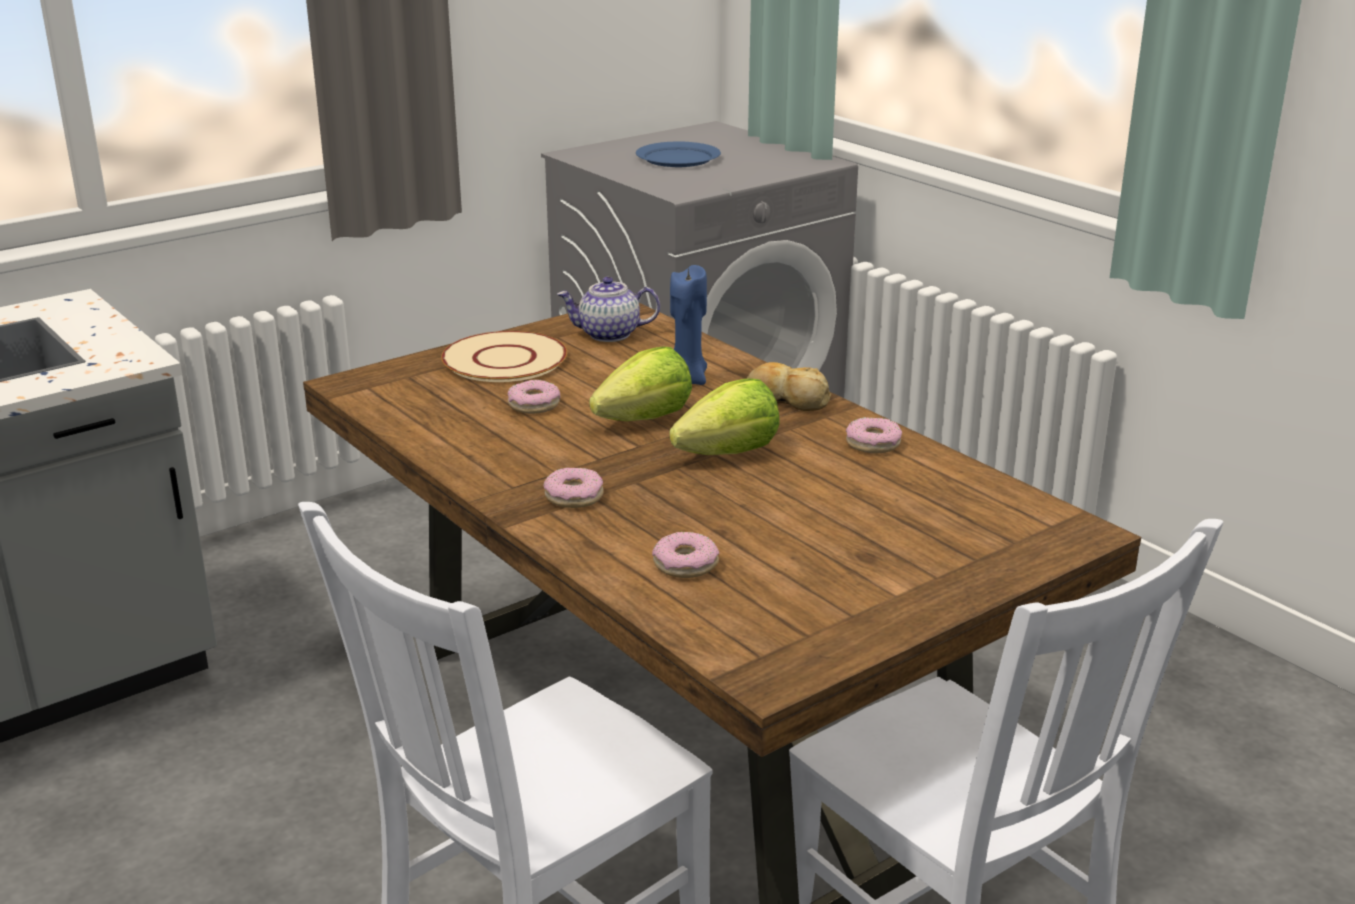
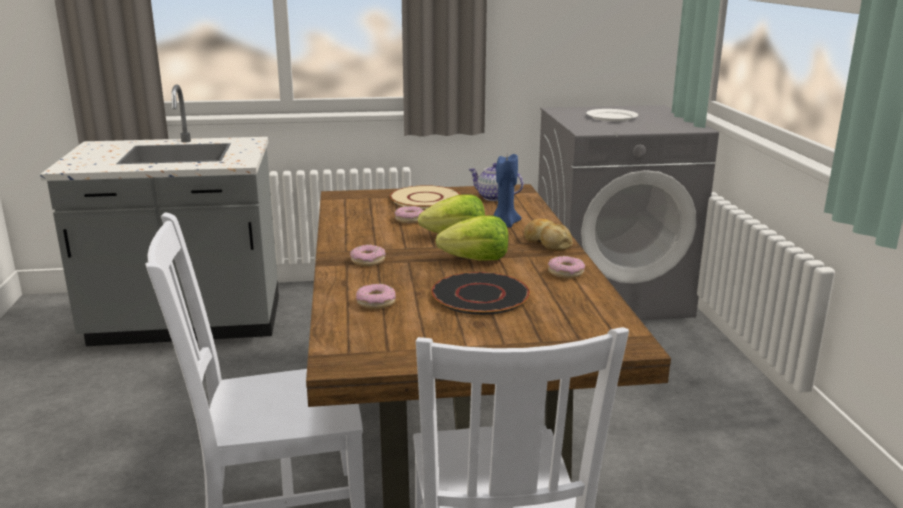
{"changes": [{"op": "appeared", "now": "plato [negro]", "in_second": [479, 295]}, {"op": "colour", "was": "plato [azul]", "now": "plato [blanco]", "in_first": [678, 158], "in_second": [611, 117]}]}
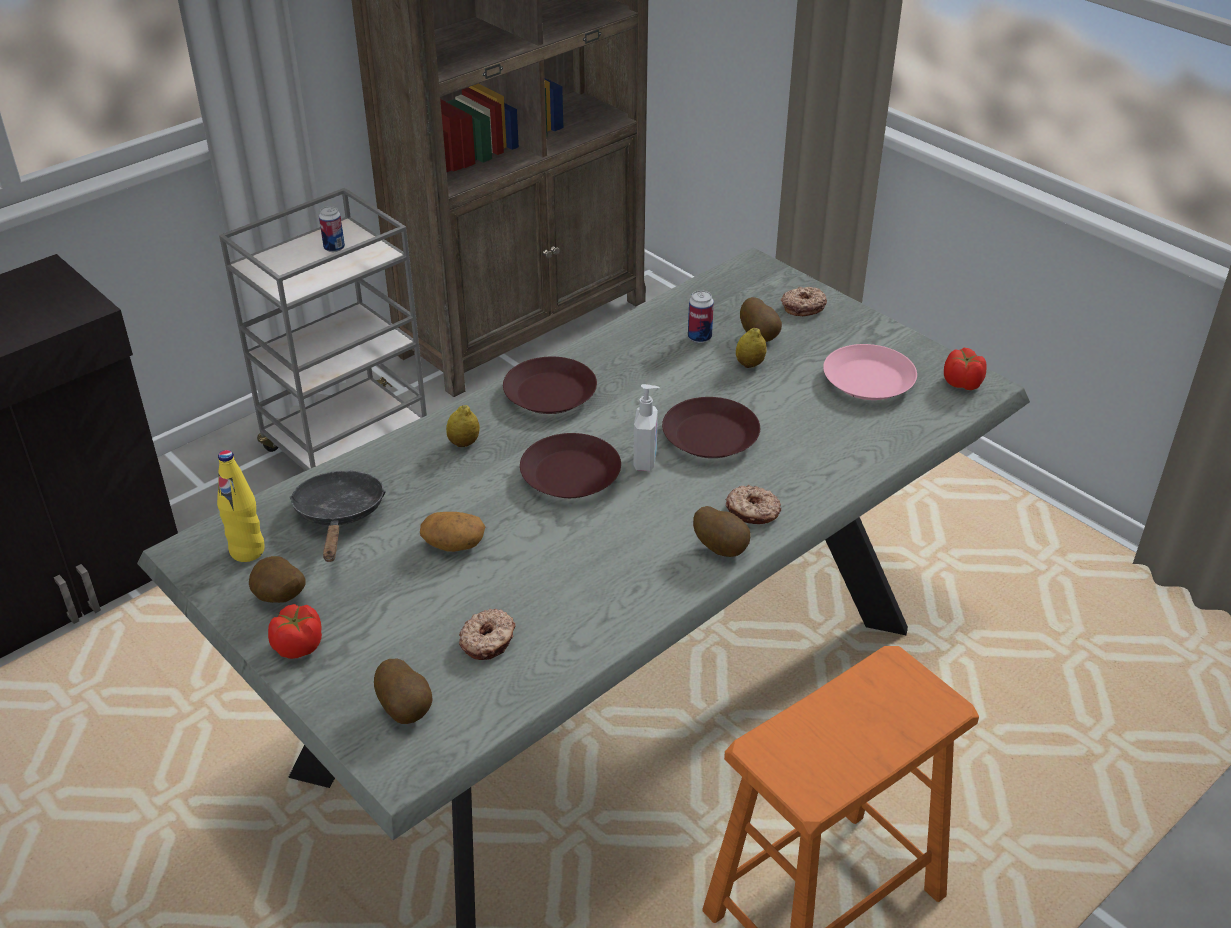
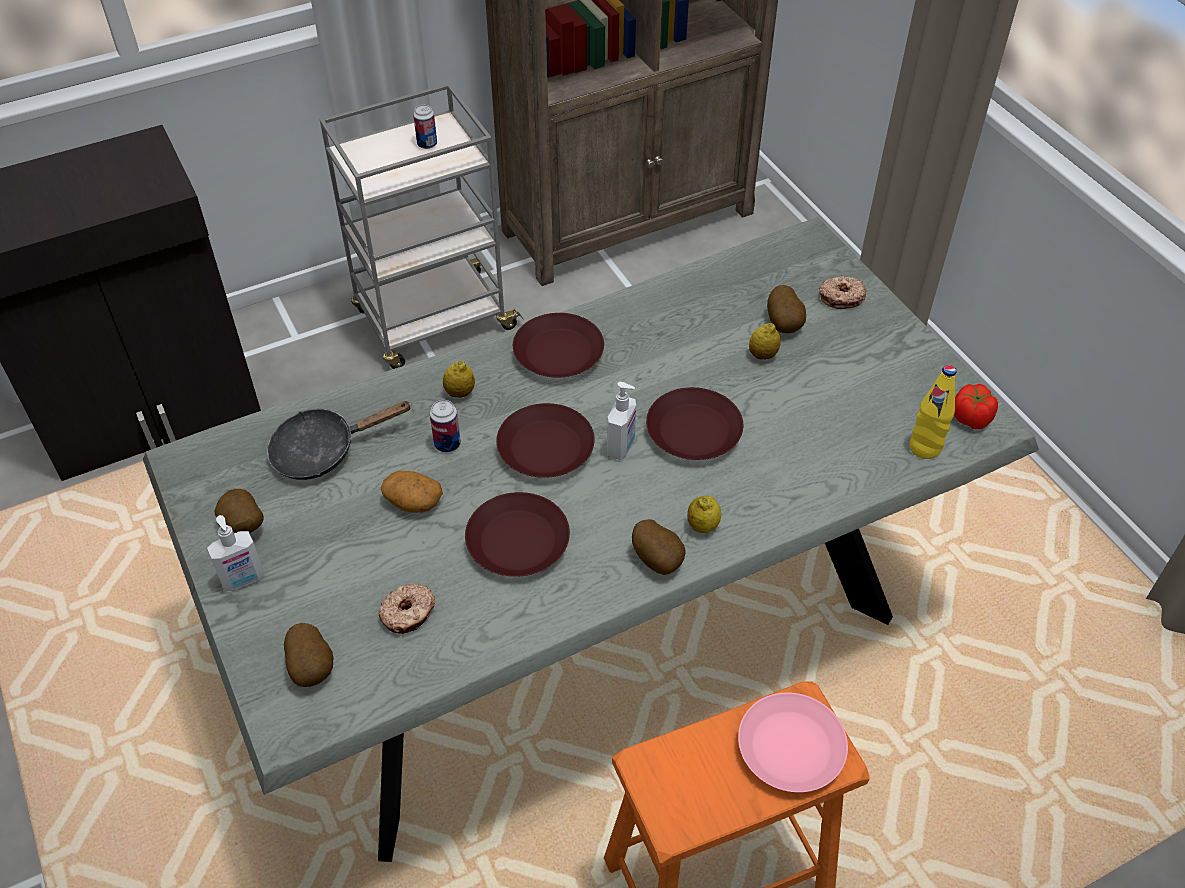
{"changes": [{"op": "appeared", "now": "plato [marrón]", "in_second": [519, 542]}, {"op": "relocated", "was": "botella [amarillo]", "in_first": [247, 551], "in_second": [924, 448]}, {"op": "relocated", "was": "lata", "in_first": [699, 337], "in_second": [447, 444]}, {"op": "relocated", "was": "plato [rosa]", "in_first": [867, 380], "in_second": [789, 747]}, {"op": "exchanged", "was": "tomate", "now": "dispensador de jabón", "in_first": [299, 645], "in_second": [243, 580]}, {"op": "exchanged", "was": "rosquilla", "now": "limón", "in_first": [752, 512], "in_second": [702, 526]}, {"op": "spun", "was": "sartén [negro]", "in_first": [339, 516], "in_second": [323, 450], "clockwise": -120}]}
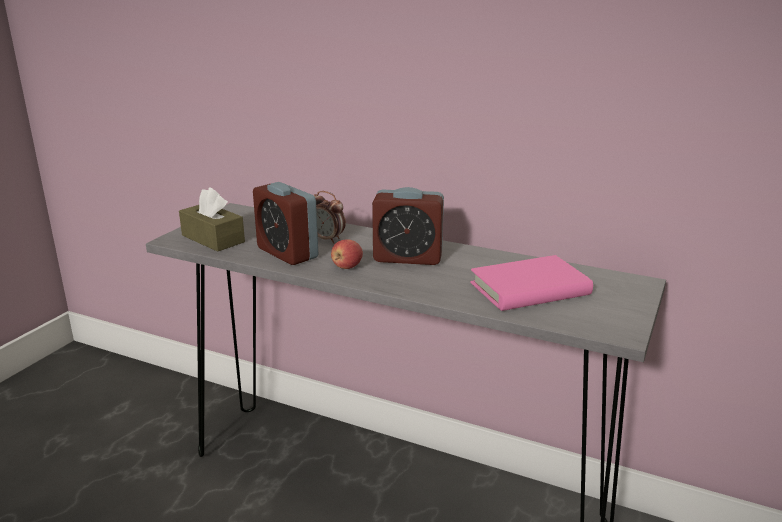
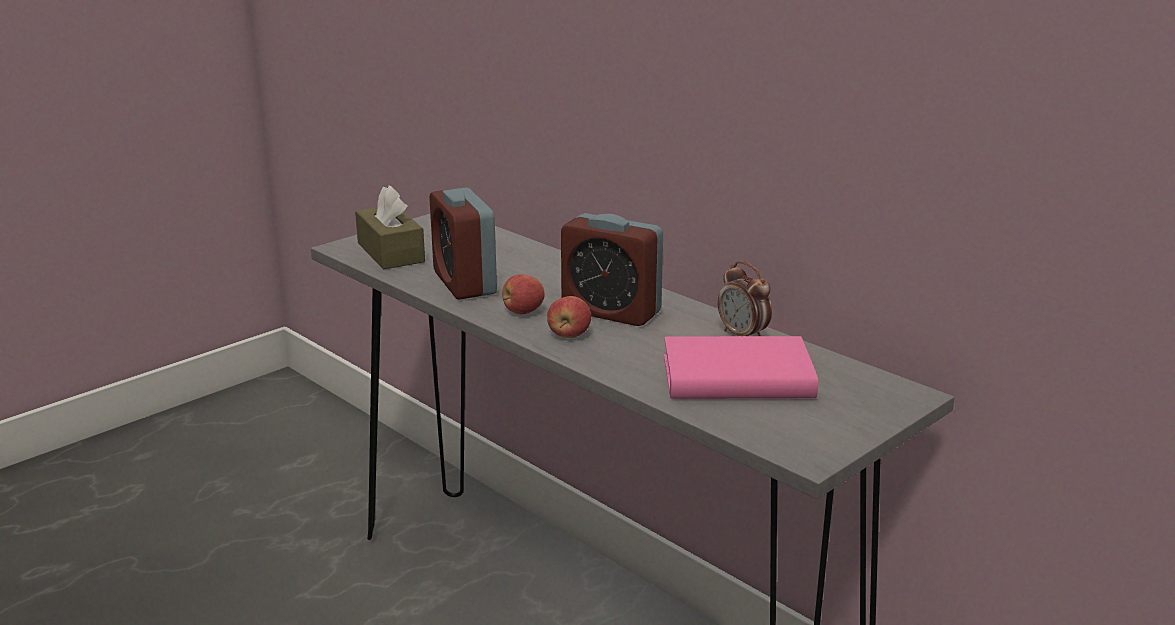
{"changes": [{"op": "appeared", "now": "manzana", "in_second": [569, 335]}, {"op": "relocated", "was": "despertador", "in_first": [328, 239], "in_second": [743, 336]}]}
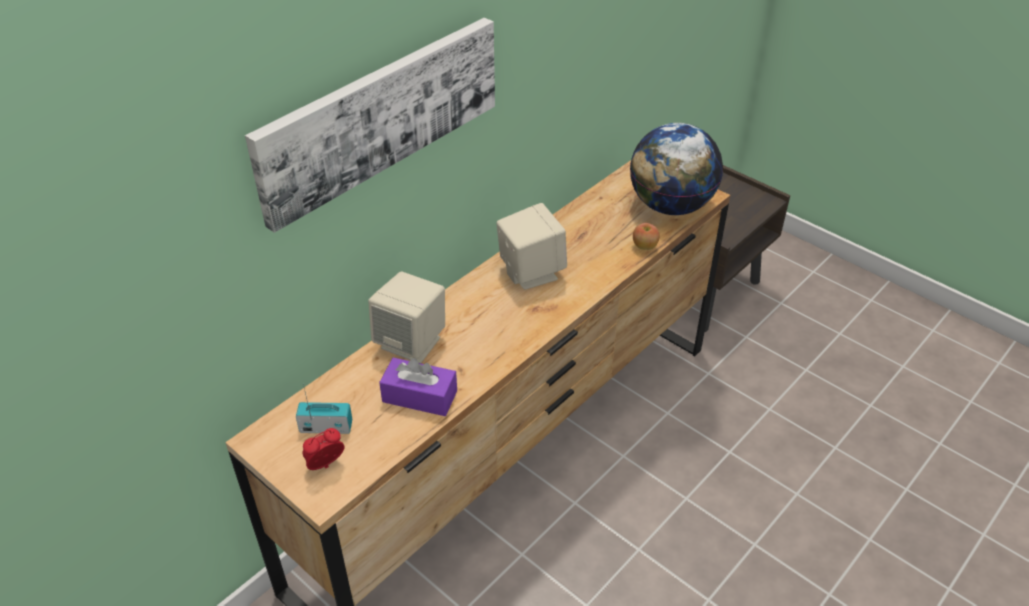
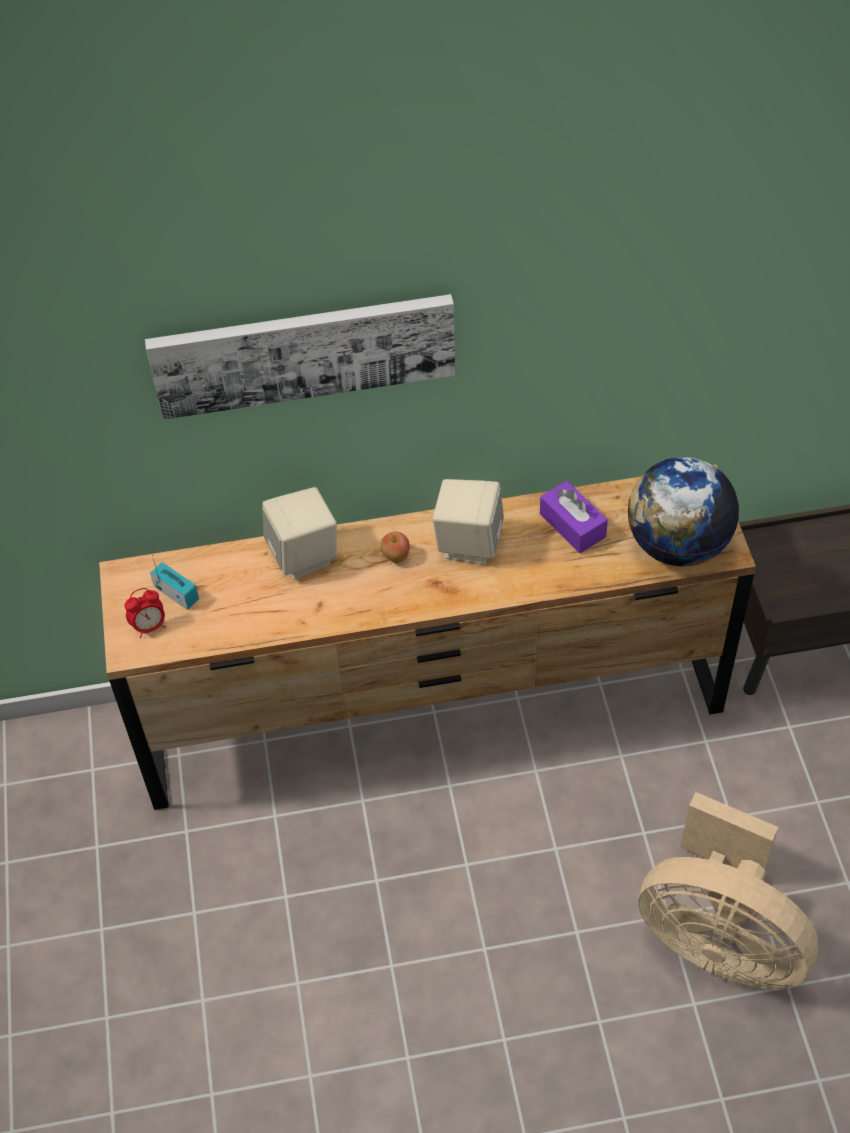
{"changes": [{"op": "appeared", "now": "ventilador [beis]", "in_second": [718, 938]}, {"op": "relocated", "was": "caja de pañuelos [morado]", "in_first": [419, 396], "in_second": [572, 525]}, {"op": "relocated", "was": "manzana", "in_first": [644, 247], "in_second": [395, 556]}, {"op": "spun", "was": "despertador", "in_first": [326, 466], "in_second": [149, 627], "clockwise": 150}]}
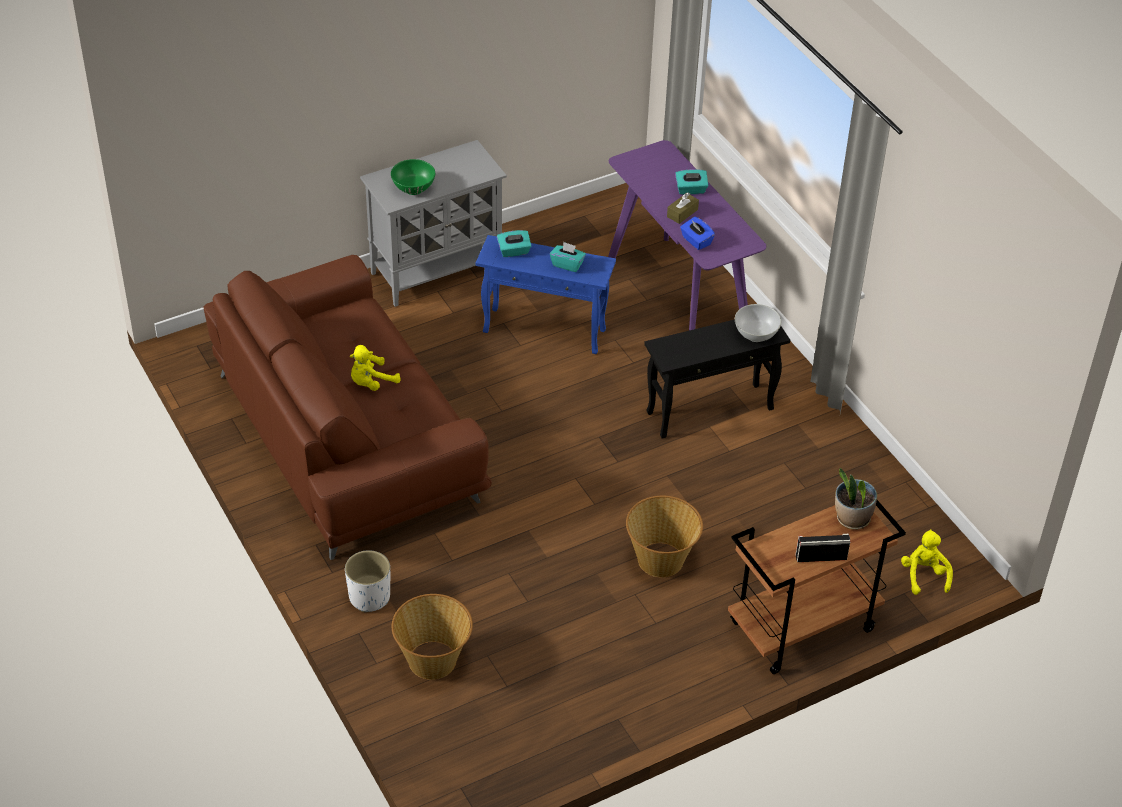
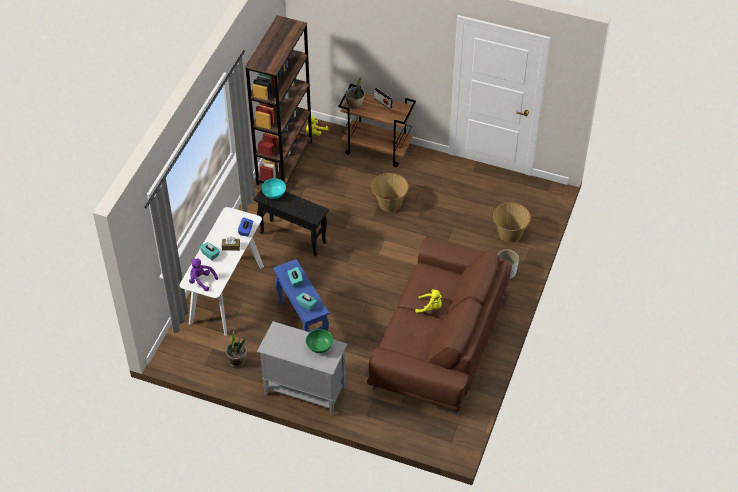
{"changes": [{"op": "appeared", "now": "peluche [morado]", "in_second": [201, 280]}, {"op": "appeared", "now": "planta en maceta", "in_second": [237, 360]}, {"op": "appeared", "now": "estantería [marrón]", "in_second": [284, 162]}, {"op": "colour", "was": "mesa consola [morado]", "now": "mesa consola [blanco]", "in_first": [678, 292], "in_second": [226, 294]}, {"op": "colour", "was": "cuenco [blanco]", "now": "cuenco [turquesa]", "in_first": [756, 335], "in_second": [274, 194]}]}
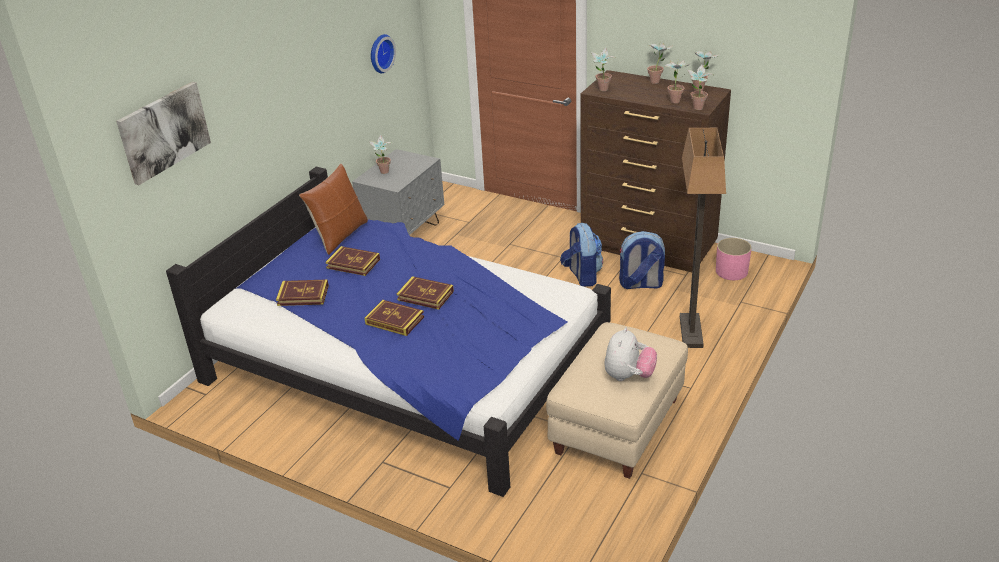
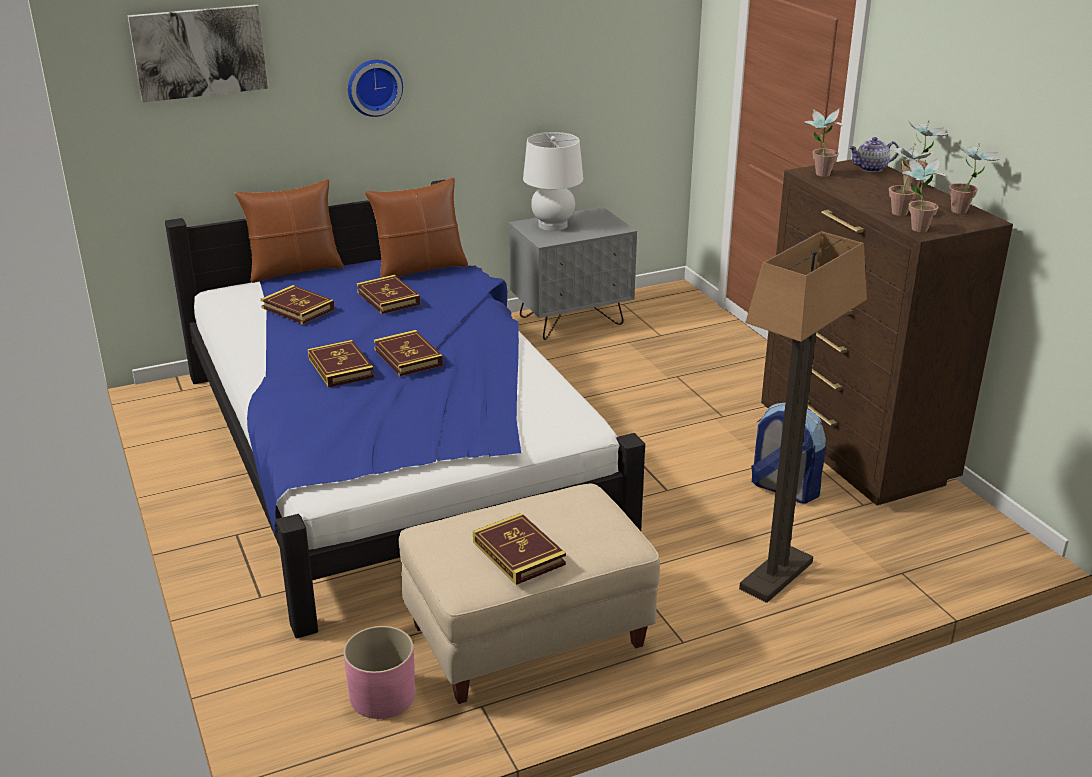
{"changes": [{"op": "missing", "was": "mochila", "in_first": [582, 276]}, {"op": "appeared", "now": "cojín [marrón]", "in_second": [295, 270]}, {"op": "appeared", "now": "tetera", "in_second": [871, 168]}, {"op": "relocated", "was": "reloj de pared", "in_first": [380, 53], "in_second": [373, 87]}, {"op": "relocated", "was": "maceta [rosa]", "in_first": [732, 271], "in_second": [383, 696]}, {"op": "exchanged", "was": "planta en maceta", "now": "lámpara de mesa [blanco]", "in_first": [384, 173], "in_second": [553, 225]}, {"op": "exchanged", "was": "peluche", "now": "libro", "in_first": [628, 376], "in_second": [518, 553]}]}
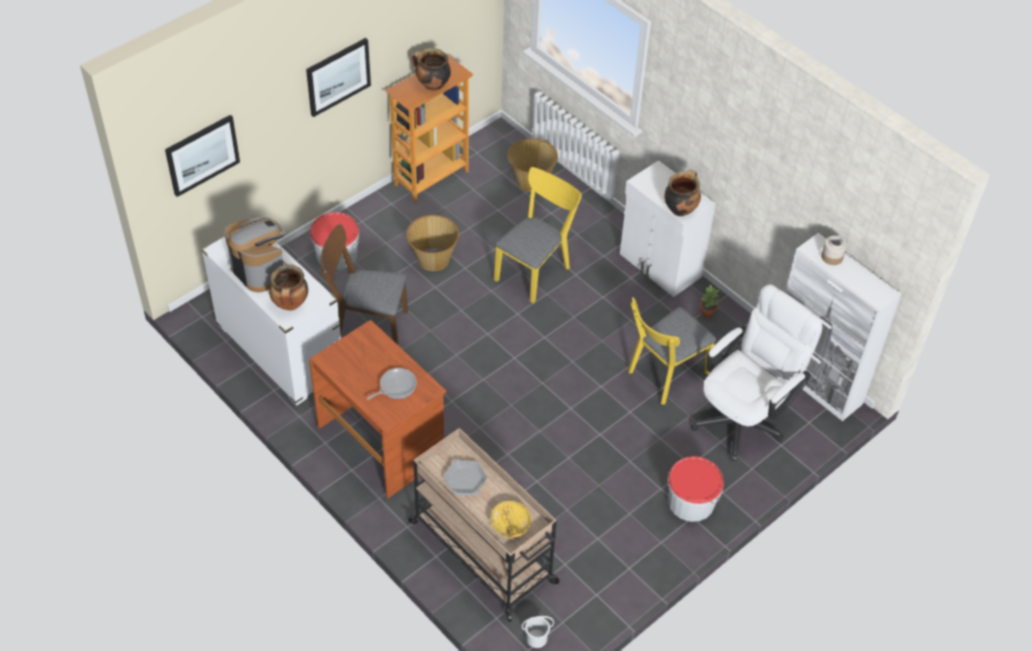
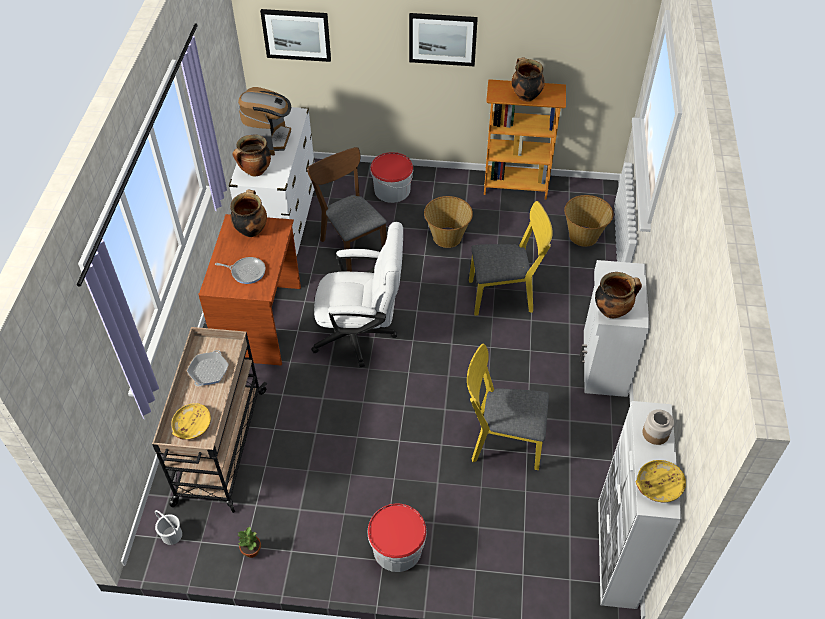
{"changes": [{"op": "appeared", "now": "olla", "in_second": [251, 230]}, {"op": "appeared", "now": "cuenco [amarillo]", "in_second": [658, 486]}, {"op": "relocated", "was": "silla de oficina [blanco]", "in_first": [744, 417], "in_second": [361, 335]}, {"op": "relocated", "was": "planta en maceta", "in_first": [707, 312], "in_second": [251, 551]}]}
